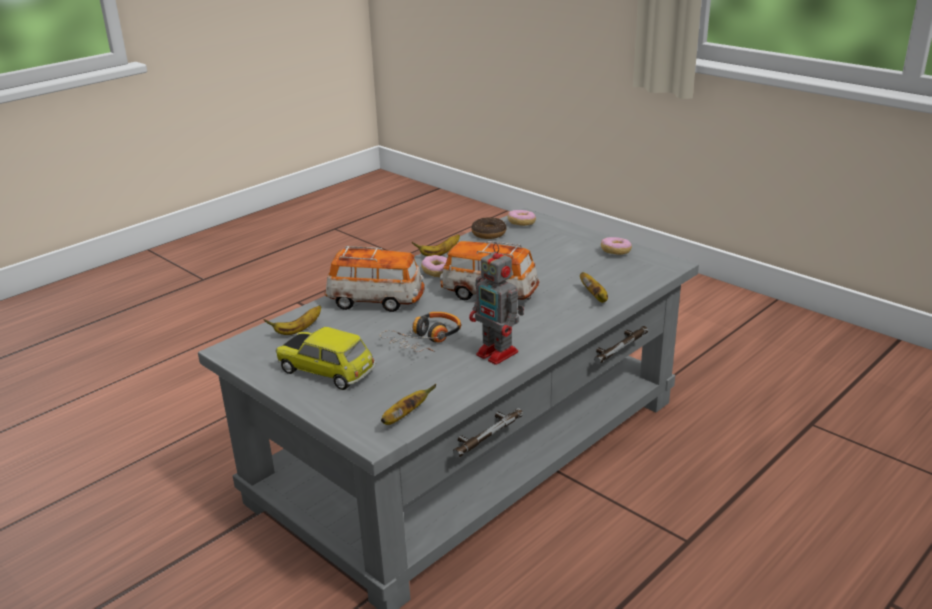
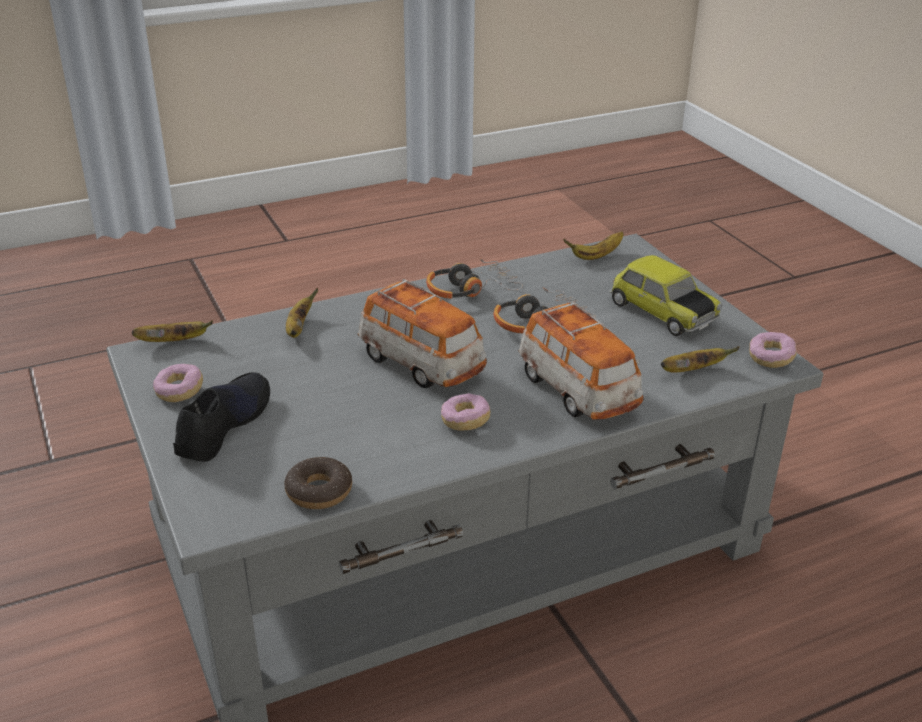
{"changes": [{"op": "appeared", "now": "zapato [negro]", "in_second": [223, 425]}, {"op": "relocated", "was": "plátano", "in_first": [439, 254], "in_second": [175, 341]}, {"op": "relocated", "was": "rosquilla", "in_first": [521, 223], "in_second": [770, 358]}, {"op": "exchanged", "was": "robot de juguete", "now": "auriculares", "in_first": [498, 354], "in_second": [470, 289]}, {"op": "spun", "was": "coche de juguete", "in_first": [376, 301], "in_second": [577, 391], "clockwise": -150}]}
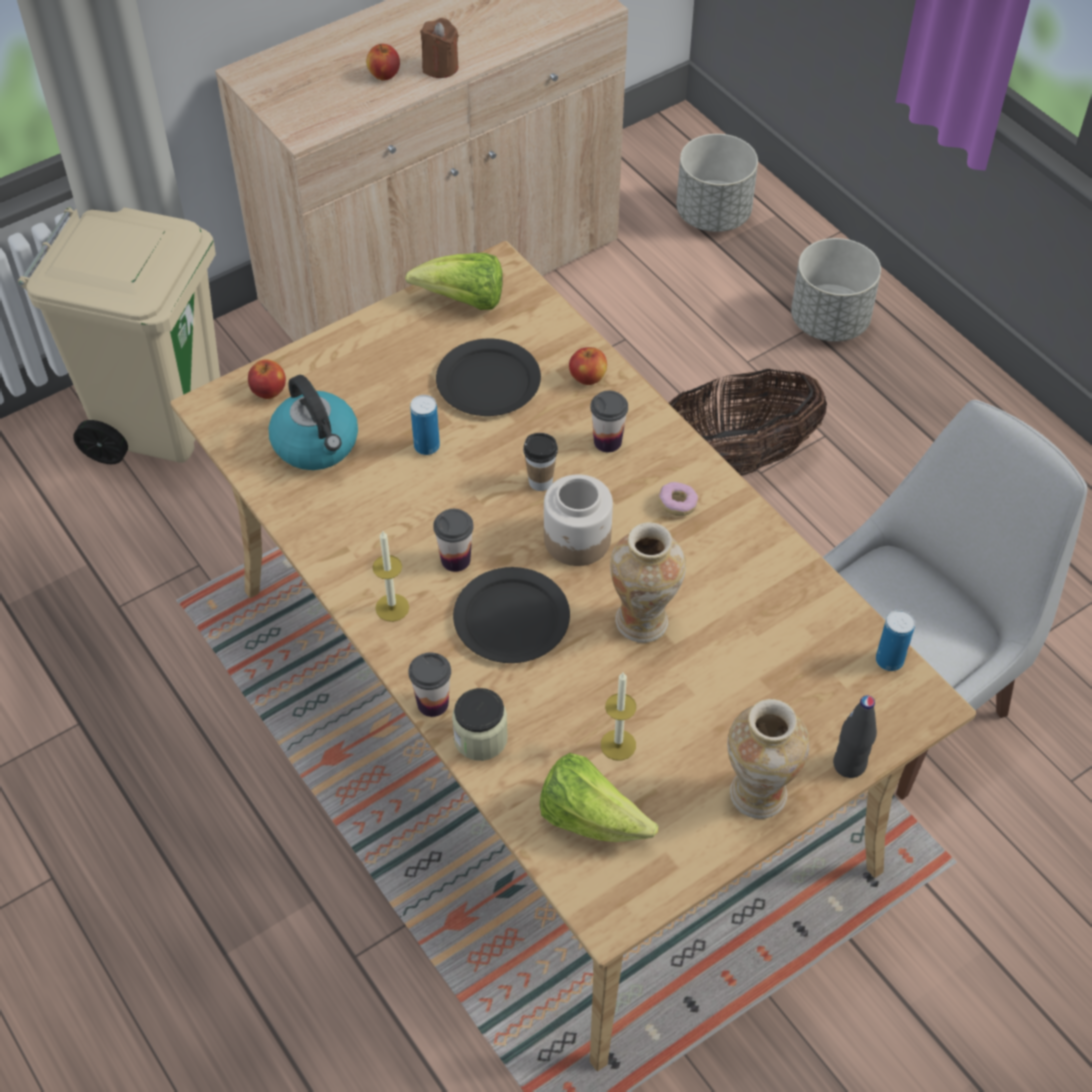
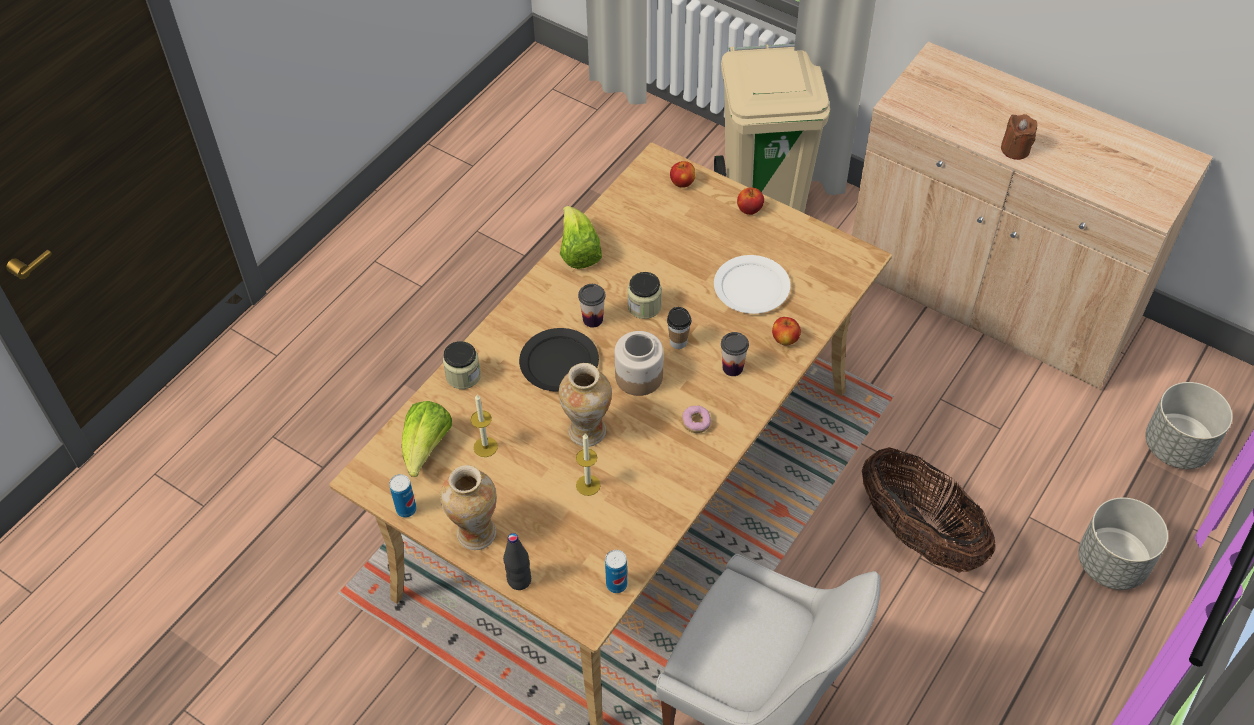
{"changes": [{"op": "missing", "was": "hervidor", "in_first": [317, 444]}, {"op": "missing", "was": "taza", "in_first": [433, 703]}, {"op": "appeared", "now": "tarro", "in_second": [644, 306]}, {"op": "relocated", "was": "manzana", "in_first": [384, 75], "in_second": [749, 209]}, {"op": "relocated", "was": "vela", "in_first": [392, 607], "in_second": [588, 485]}, {"op": "relocated", "was": "lechuga", "in_first": [464, 301], "in_second": [578, 252]}, {"op": "relocated", "was": "lata", "in_first": [427, 446], "in_second": [406, 509]}, {"op": "colour", "was": "plato [negro]", "now": "plato [blanco]", "in_first": [487, 381], "in_second": [752, 286]}]}
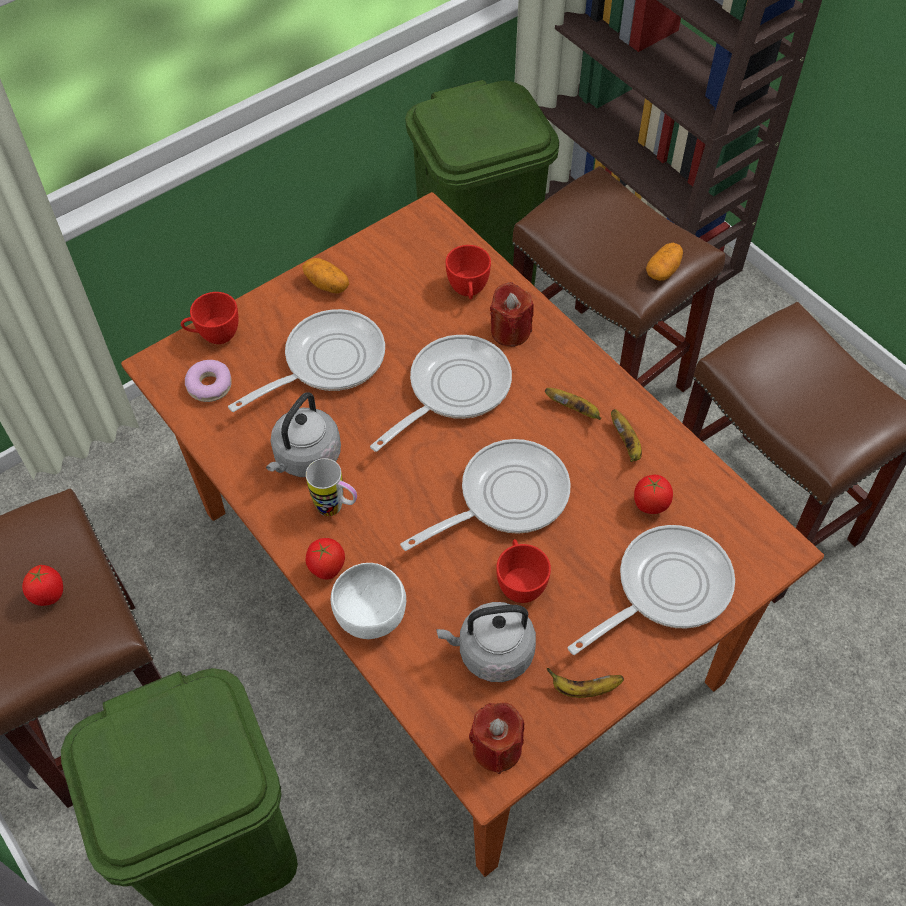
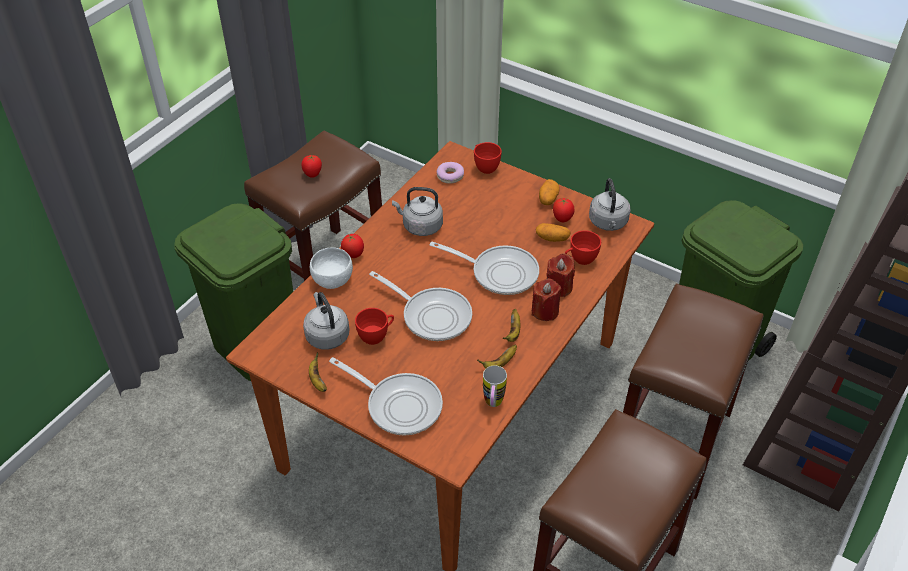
{"changes": [{"op": "missing", "was": "sartén", "in_first": [327, 362]}, {"op": "appeared", "now": "hervidor [gris]", "in_second": [608, 223]}, {"op": "relocated", "was": "taza grande", "in_first": [336, 509], "in_second": [493, 405]}, {"op": "relocated", "was": "vela [rojo]", "in_first": [497, 748], "in_second": [545, 311]}, {"op": "relocated", "was": "tomate", "in_first": [650, 506], "in_second": [562, 219]}, {"op": "relocated", "was": "patata", "in_first": [663, 270], "in_second": [552, 238]}]}
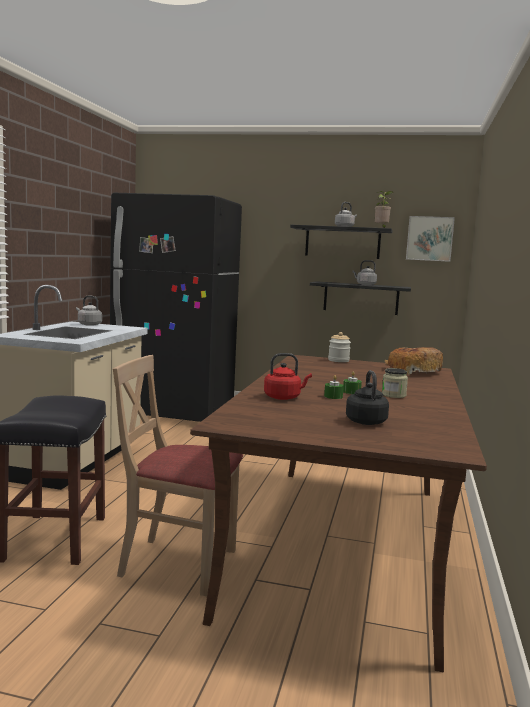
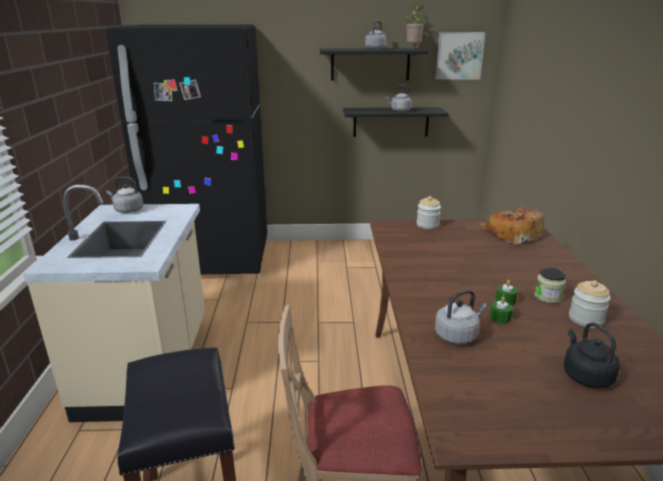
{"changes": [{"op": "appeared", "now": "tarro", "in_second": [585, 319]}, {"op": "colour", "was": "hervidor [rojo]", "now": "hervidor [gris]", "in_first": [284, 397], "in_second": [457, 335]}]}
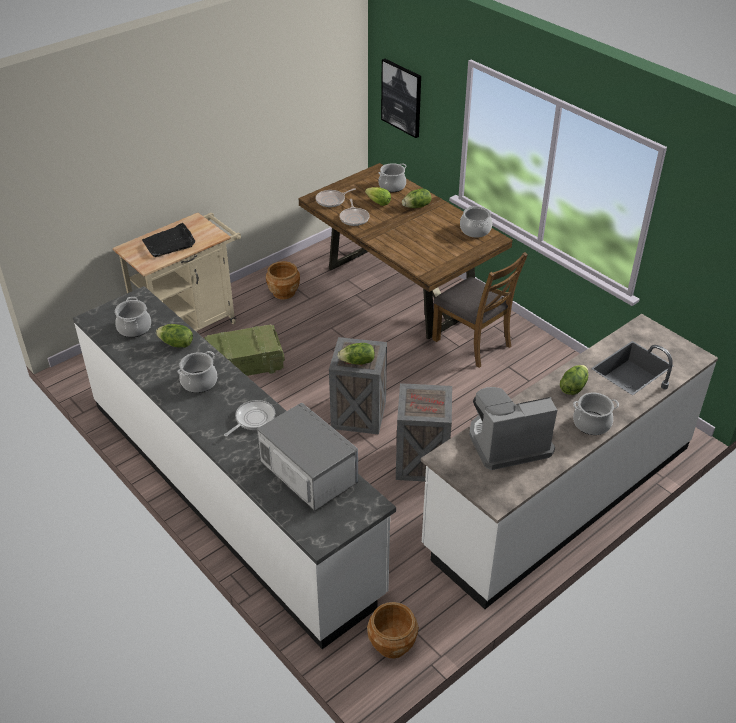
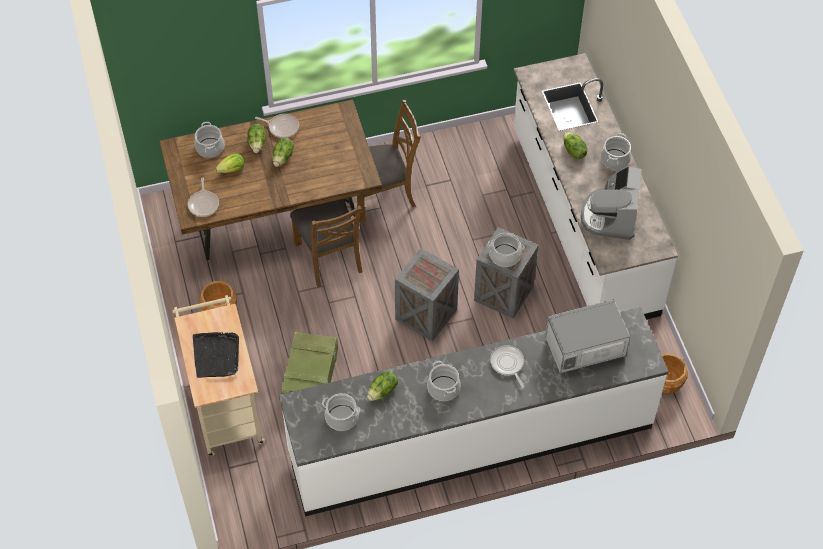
{"changes": [{"op": "missing", "was": "cuadro", "in_first": [402, 97]}, {"op": "appeared", "now": "silla [marrón]", "in_second": [329, 257]}, {"op": "relocated", "was": "lechuga", "in_first": [357, 362], "in_second": [283, 157]}, {"op": "relocated", "was": "sartén", "in_first": [354, 218], "in_second": [282, 127]}, {"op": "relocated", "was": "olla", "in_first": [475, 230], "in_second": [505, 255]}]}
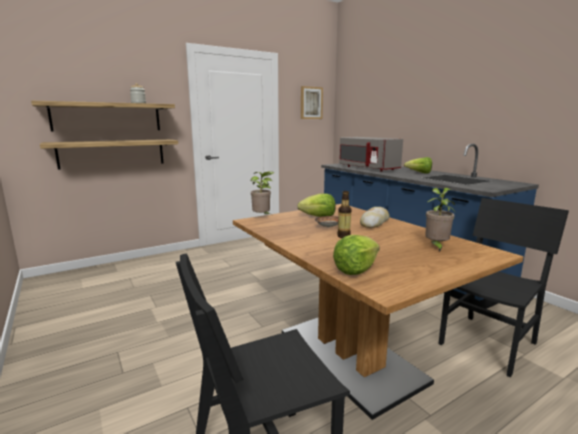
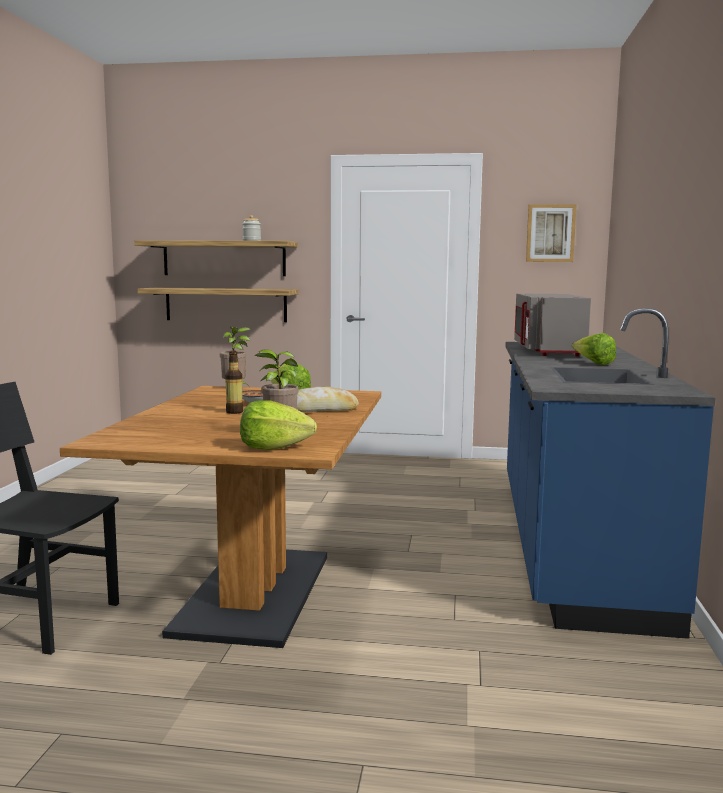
{"changes": [{"op": "missing", "was": "silla [negro]", "in_first": [487, 343]}, {"op": "relocated", "was": "lechuga", "in_first": [356, 270], "in_second": [274, 447]}]}
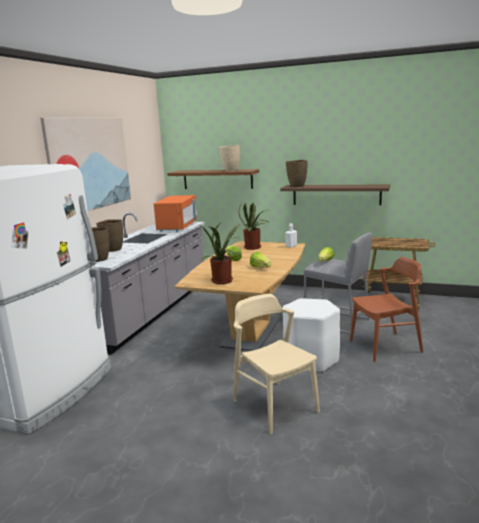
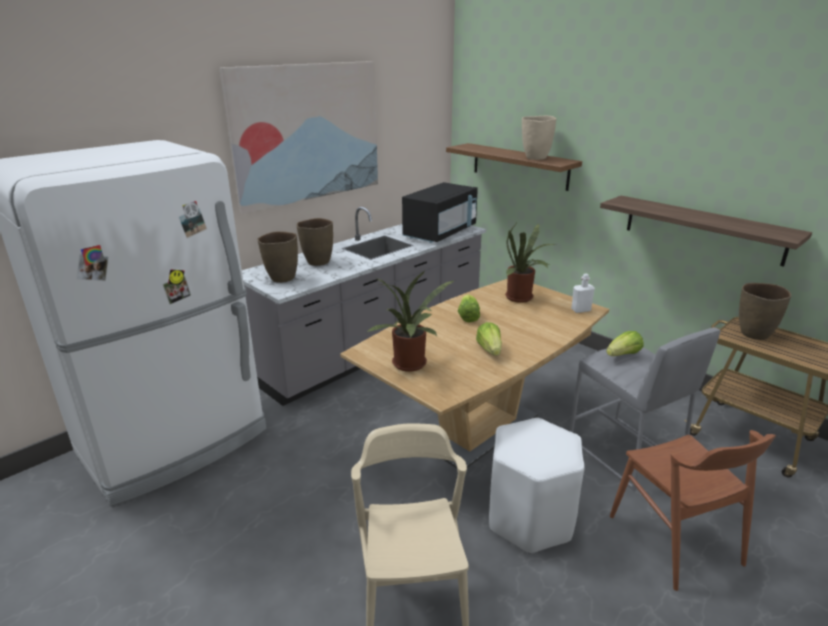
{"changes": [{"op": "relocated", "was": "florero [marrón]", "in_first": [297, 186], "in_second": [754, 334]}, {"op": "colour", "was": "microondas [naranja]", "now": "microondas [negro]", "in_first": [178, 227], "in_second": [440, 233]}, {"op": "spun", "was": "silla [marrón]", "in_first": [385, 346], "in_second": [674, 539], "clockwise": 60}]}
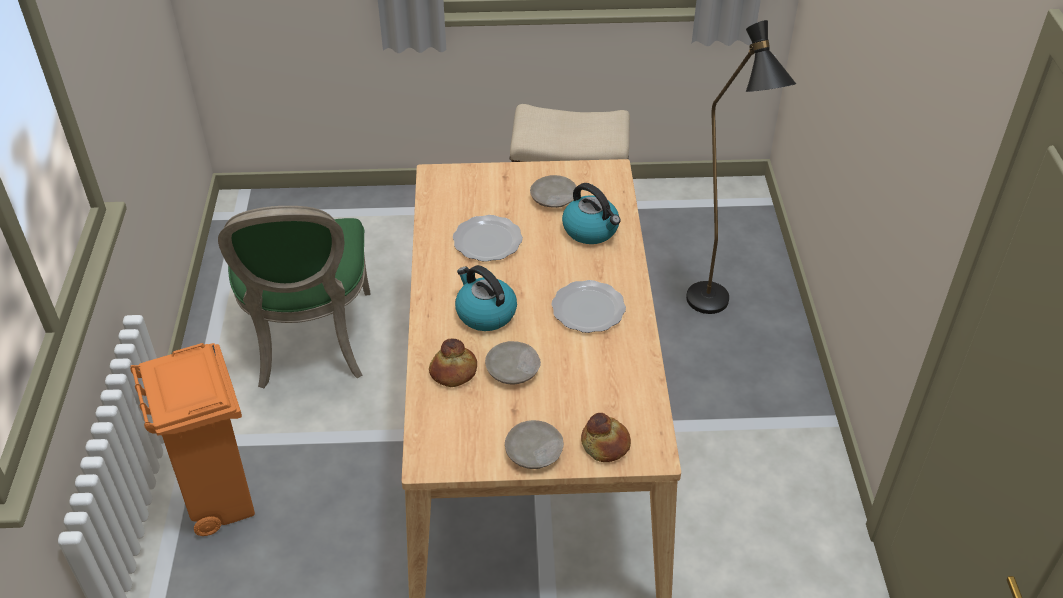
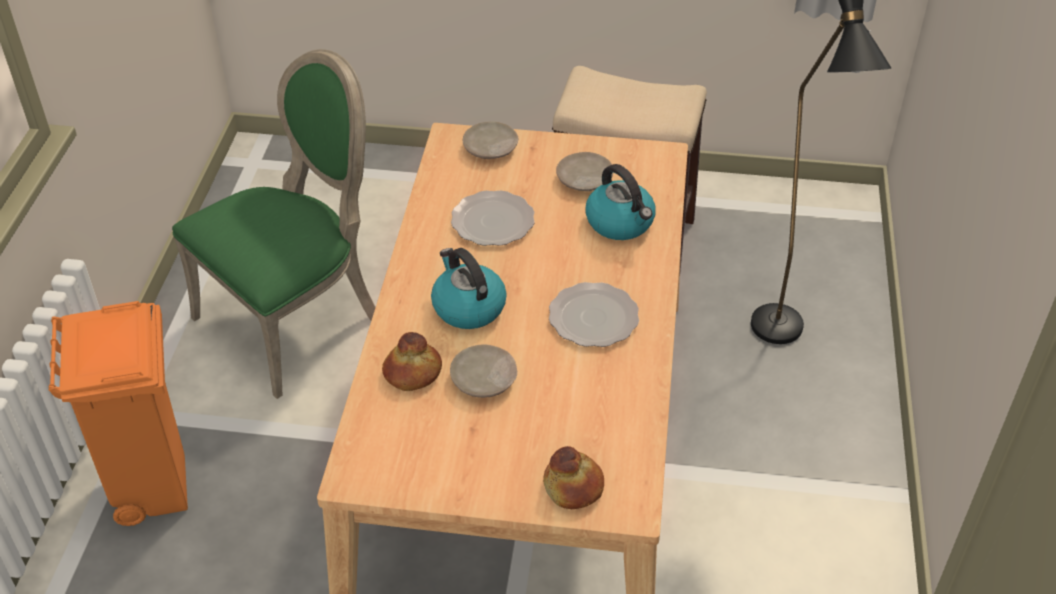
{"changes": [{"op": "relocated", "was": "plato [beis]", "in_first": [534, 452], "in_second": [490, 148]}, {"op": "spun", "was": "silla [verde]", "in_first": [310, 343], "in_second": [297, 318], "clockwise": -135}]}
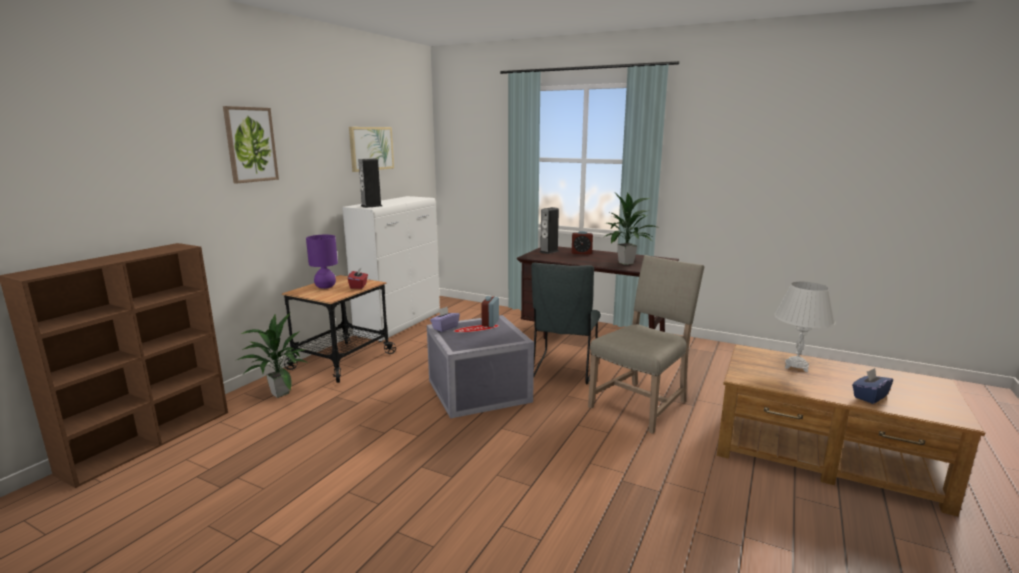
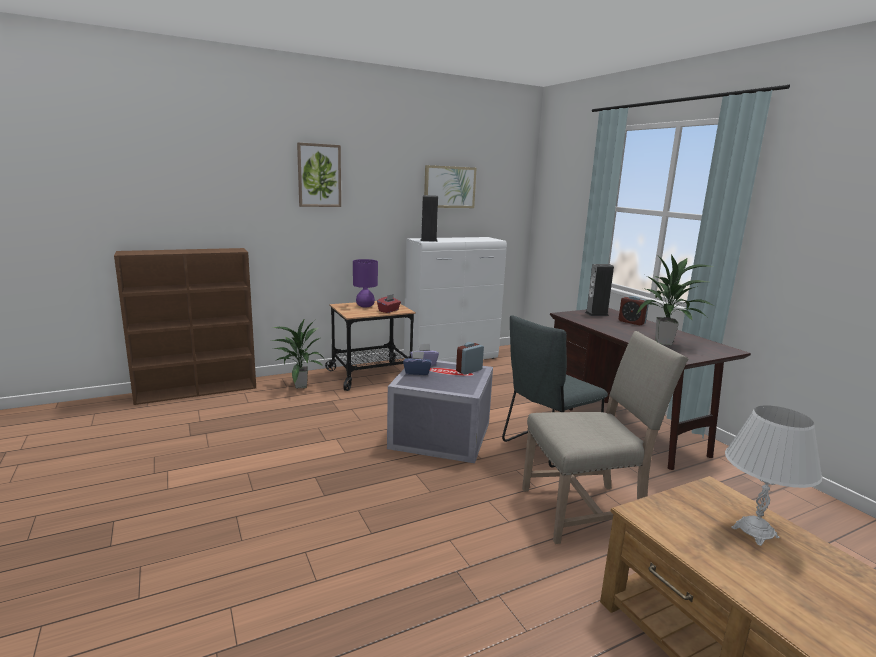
{"changes": [{"op": "relocated", "was": "caja de pañuelos [azul]", "in_first": [869, 396], "in_second": [417, 372]}]}
